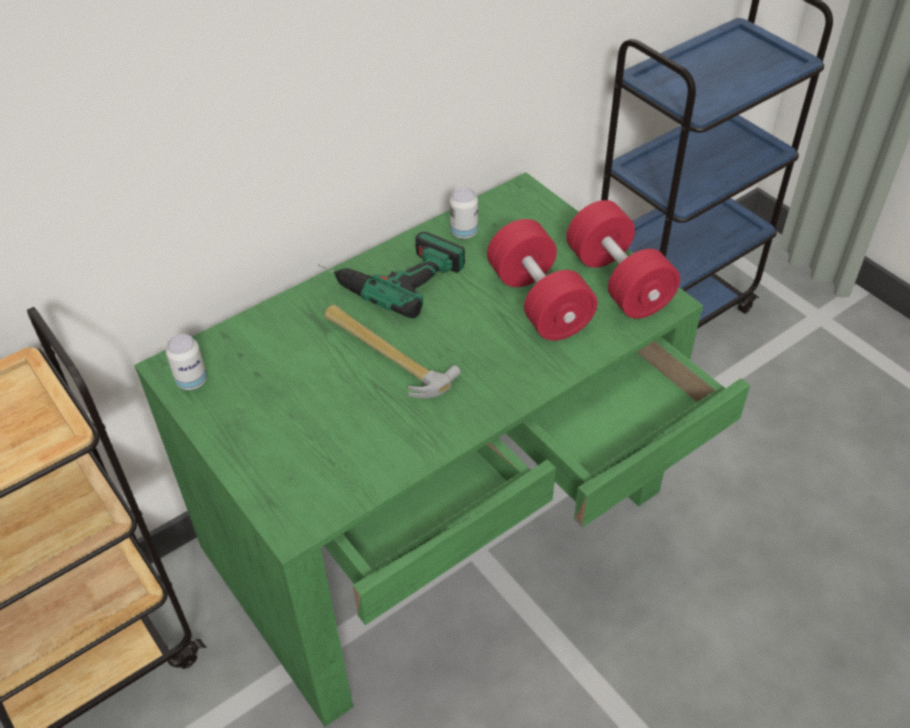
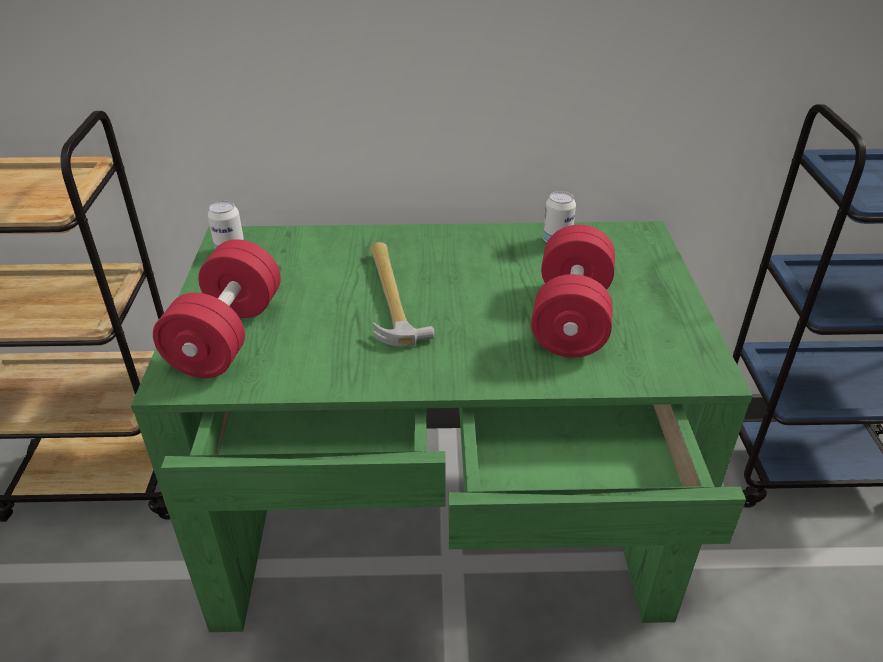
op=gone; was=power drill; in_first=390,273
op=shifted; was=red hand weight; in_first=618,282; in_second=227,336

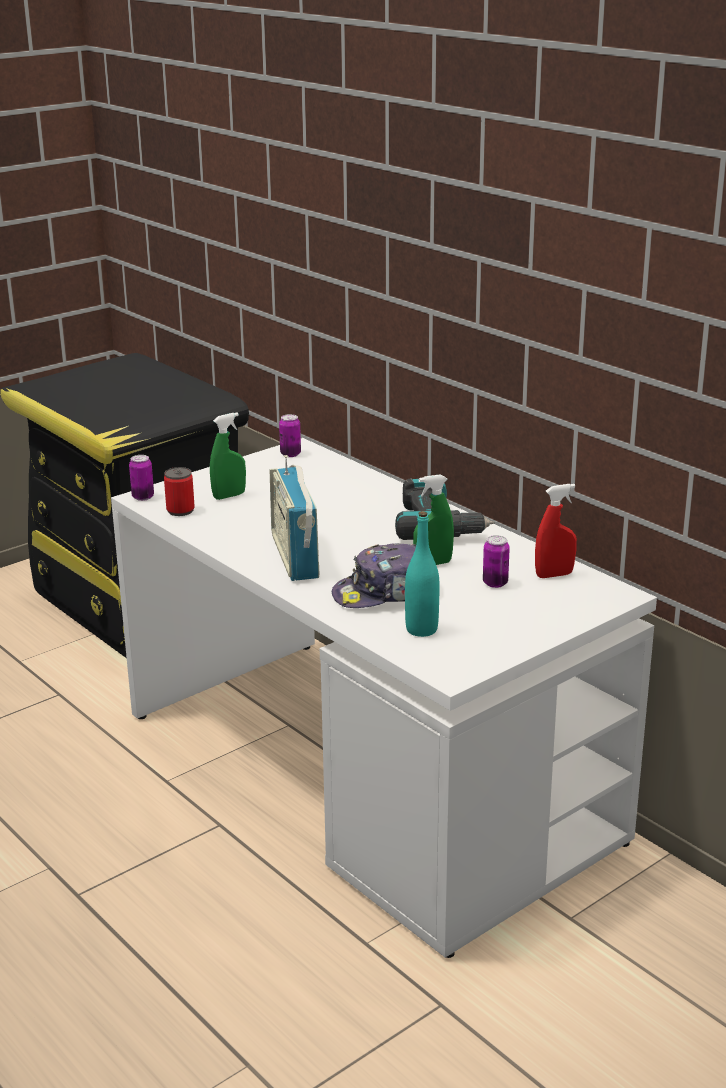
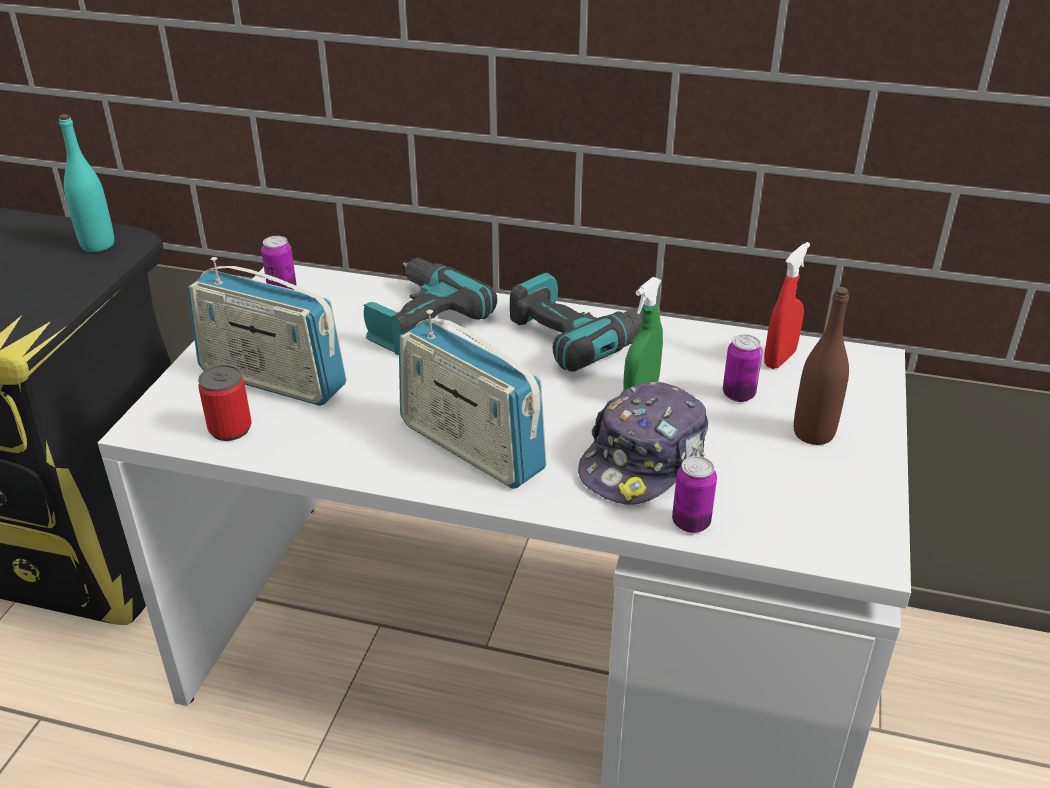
op=new; now=power drill; in_second=418,319
op=new; now=brown drink bottle; in_second=813,433
op=shifted; was=metal can; in_first=143,497; in_second=691,523
op=shifted; was=turquoise-coloured drink bottle; in_first=421,629; in_second=97,245
op=swapped; was=greenish sprayer; now=radio; in_first=229,496; in_second=272,380

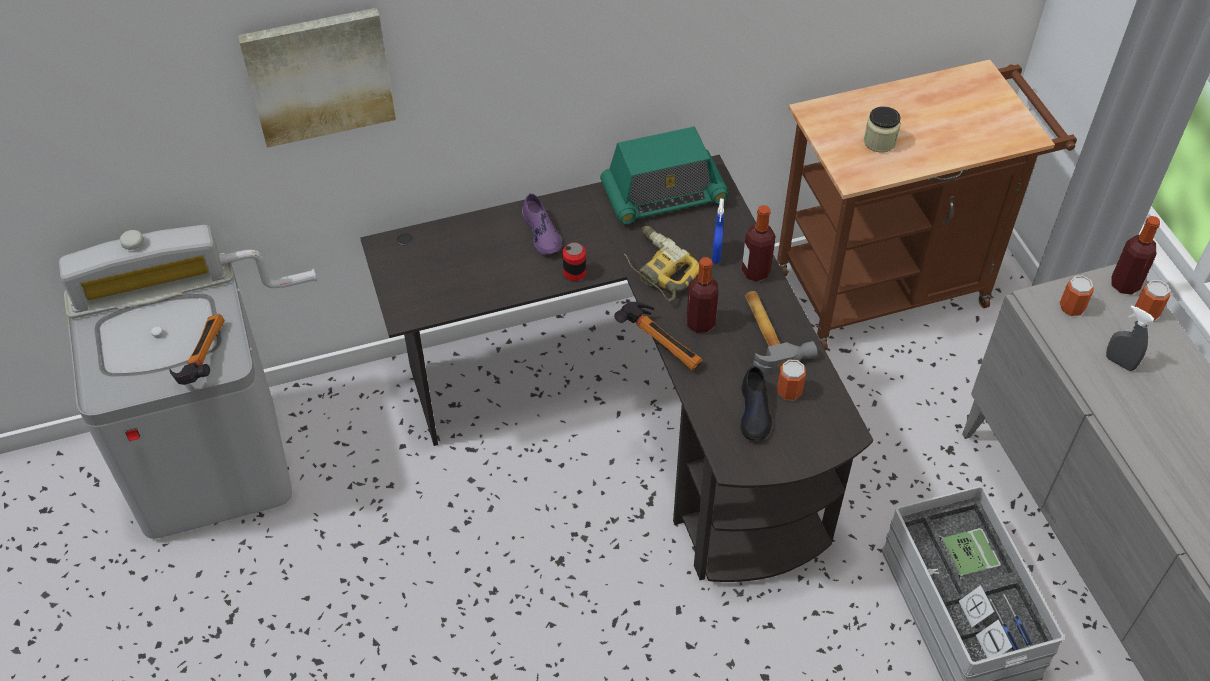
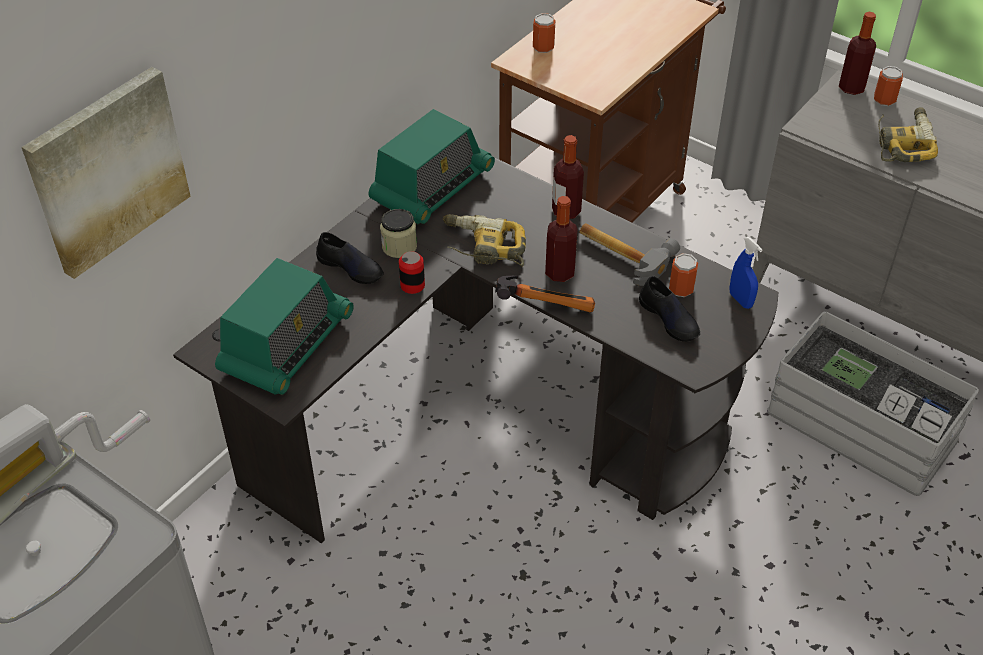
op=gone; was=hand hammer; in_first=200,359
op=new; now=radio; in_second=286,345
op=shifted; was=blue sprayer; in_first=716,254; in_second=740,300
op=shifted; was=preserve jar; in_first=879,142; in_second=399,247
op=shifted; was=metal can; in_first=1071,308; in_second=543,47
op=swapped; was=gray sprayer; now=power drill; in_first=1119,362; in_second=902,142
op=repainted; was=purple shoe; now=black shoe; in_first=542,233; in_second=351,267

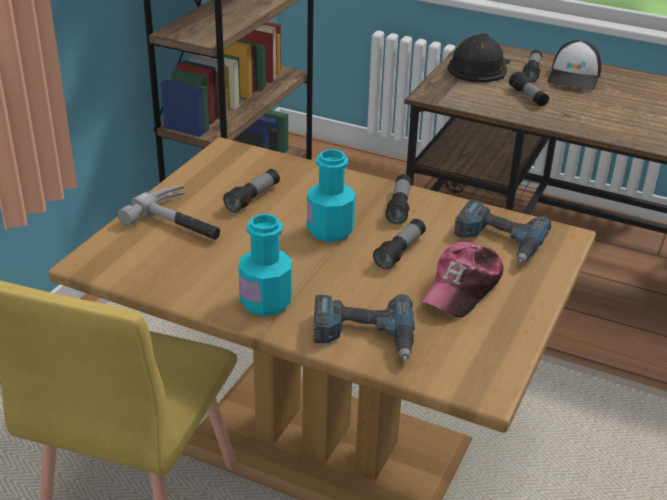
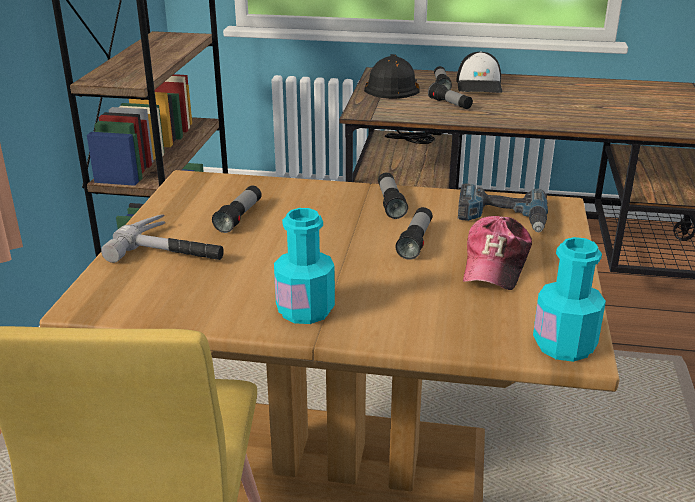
op=gone; was=power drill; in_first=363,336
op=shifted; was=turquoise-coloured drink bottle; in_first=330,231; in_second=564,345

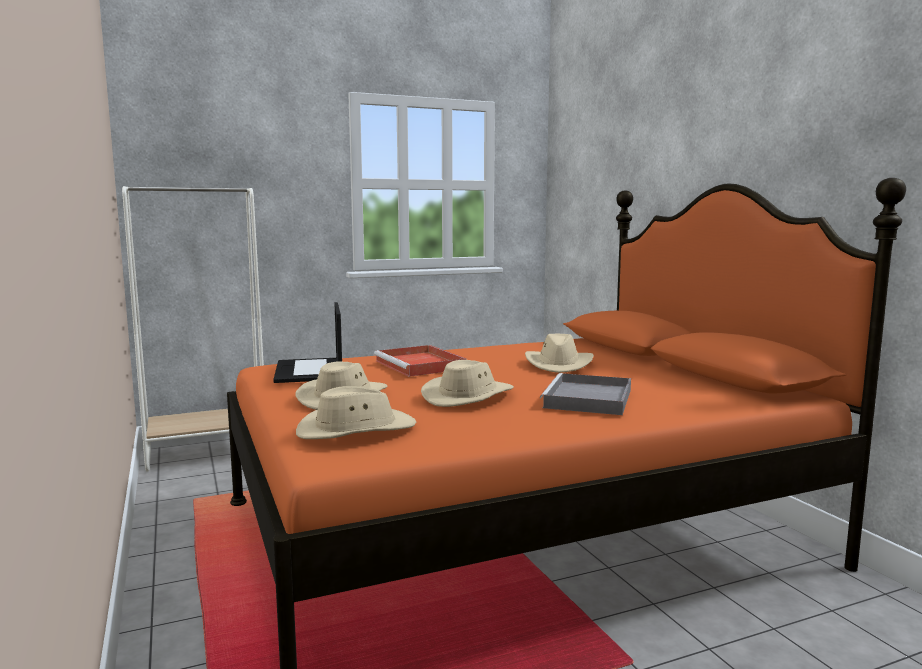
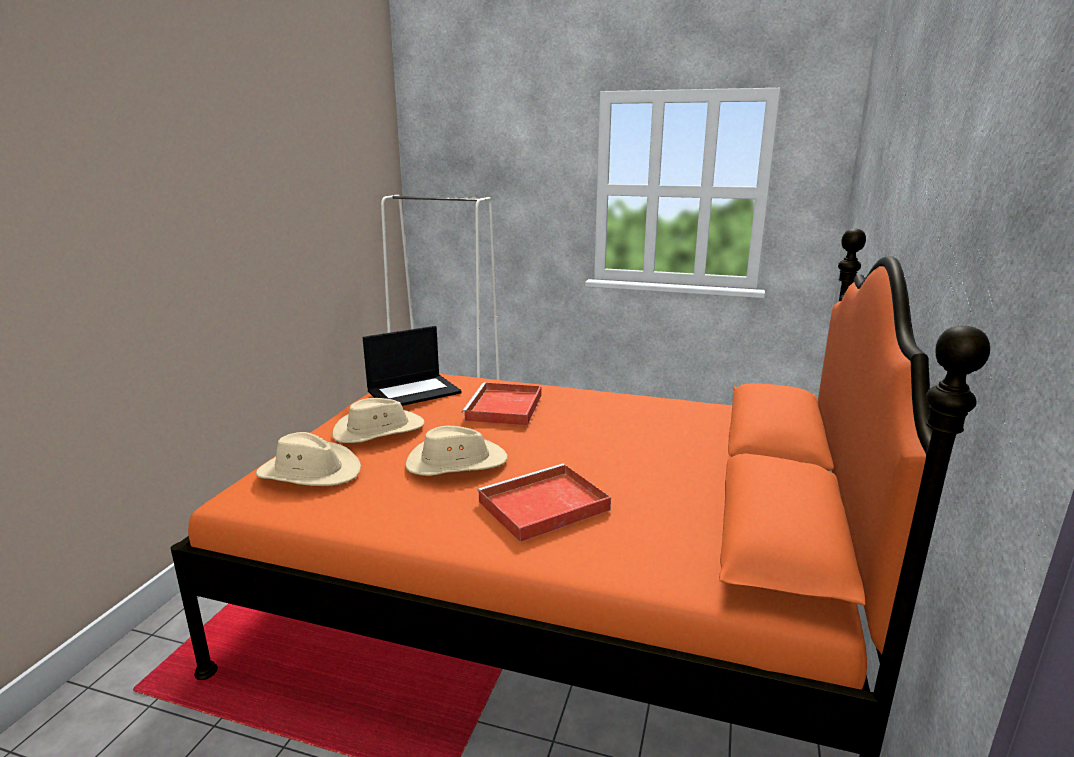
op=gone; was=beige-coloured wearable hat; in_first=559,365
op=repainted; was=gray tray; now=red tray; in_first=588,399; in_second=541,507
op=rotated; was=portable computer; in_first=310,371; in_second=414,391; clockwise=-150

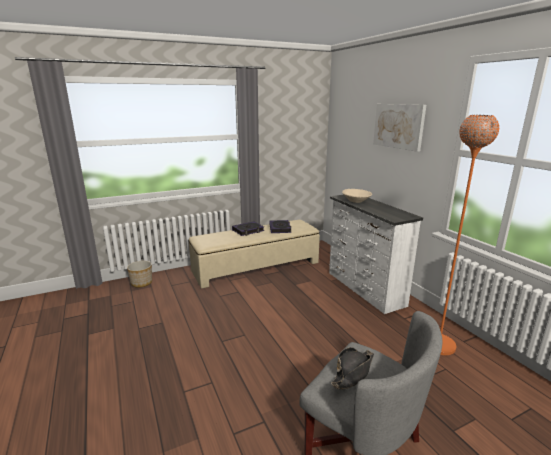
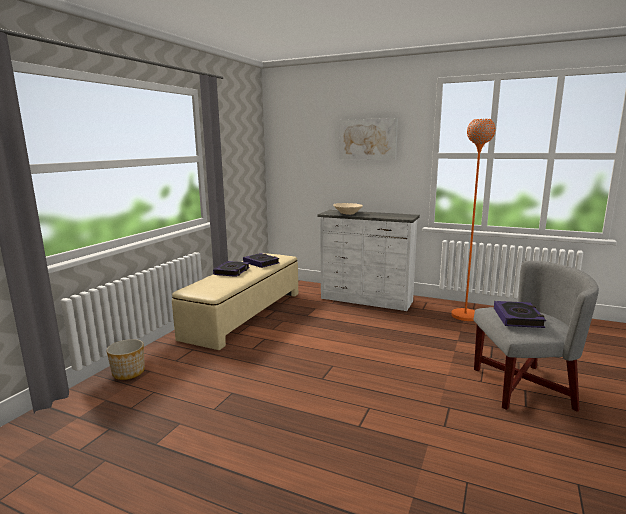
op=swapped; was=black wearable hat; now=book; in_first=353,372; in_second=518,318

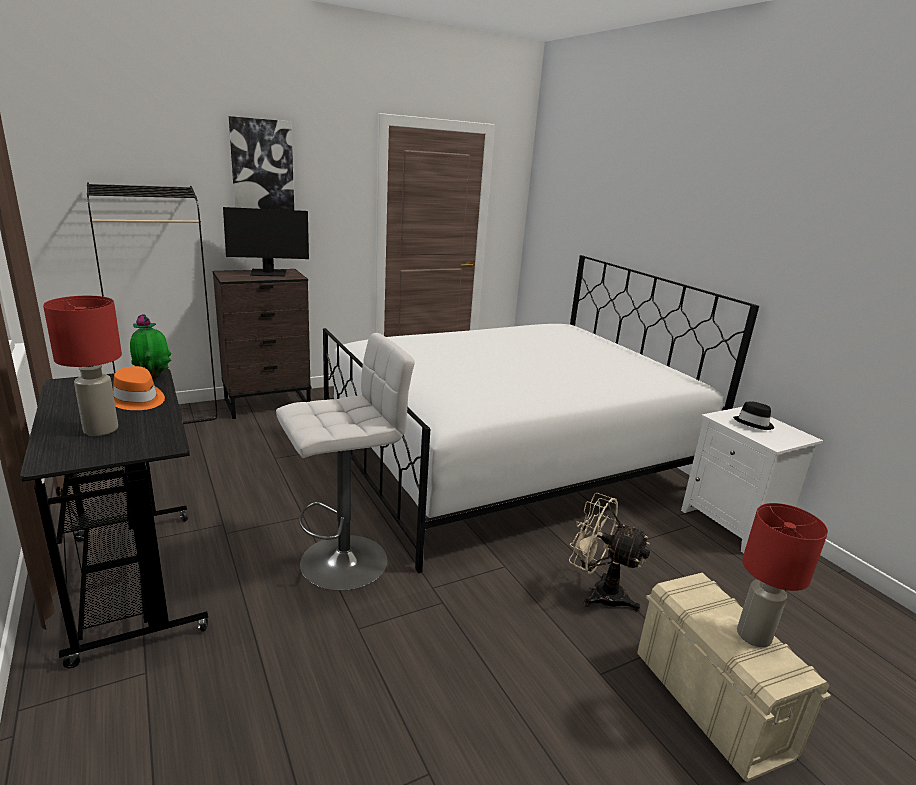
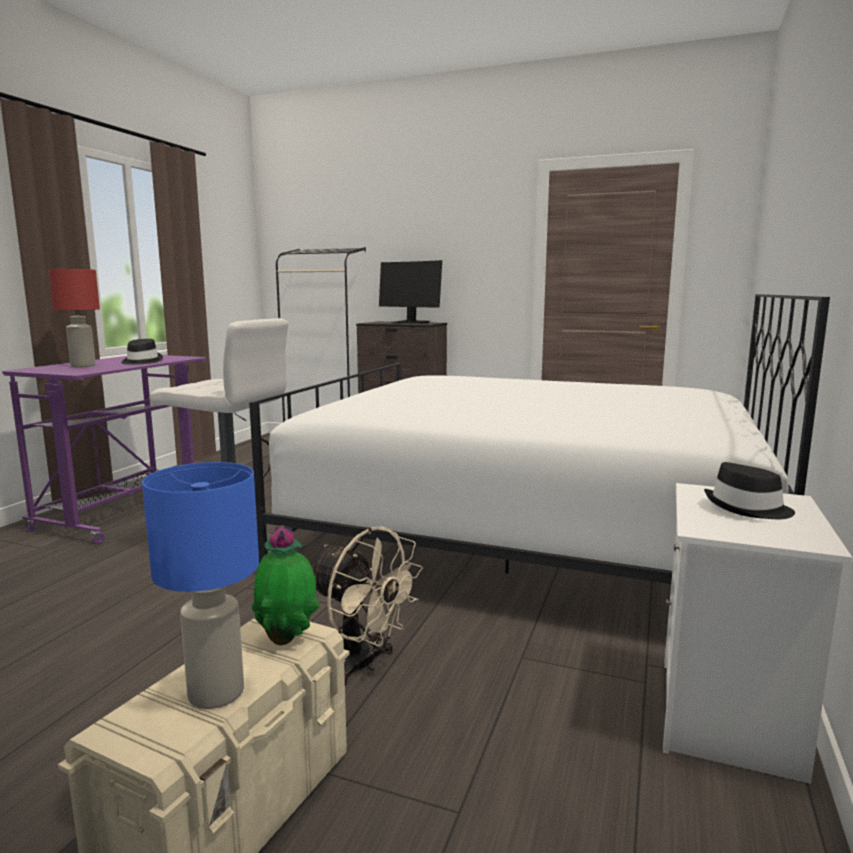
op=gone; was=picture; in_first=262,166
op=shifted; was=houseplant; in_first=153,377; in_second=287,640
op=repainted; was=black desk table; now=purple desk table; in_first=135,581; in_second=128,510
op=repainted; was=orange wearable hat; now=black wearable hat; in_first=137,399; in_second=141,362
op=repainted; was=red tabletop lamp; now=blue tabletop lamp; in_first=753,636; in_second=214,693
op=rotated; was=beige-coloured electric fan; in_first=599,592; in_second=362,665; clockwise=135

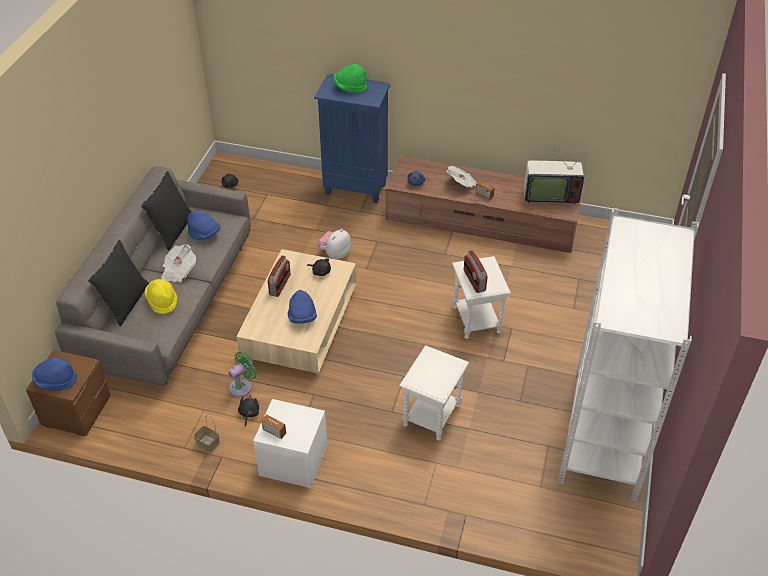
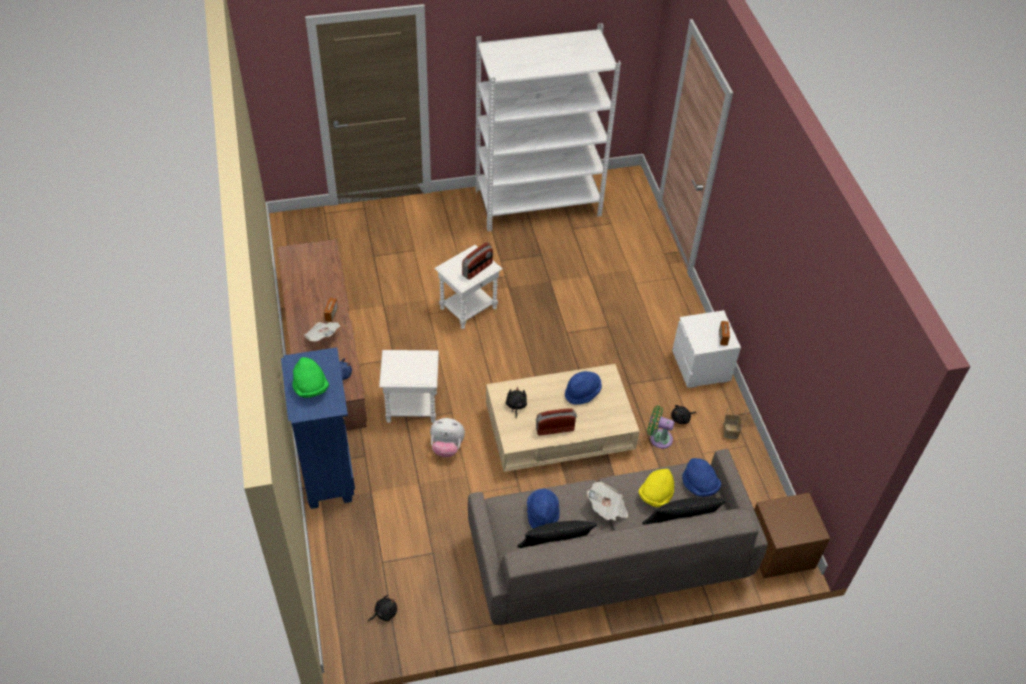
op=gone; was=TV set; in_first=549,195
op=shifted; was=blue wearable hat; in_first=56,381; in_second=699,485
op=shifted; was=white-coloured side table; in_first=431,414; in_second=411,407

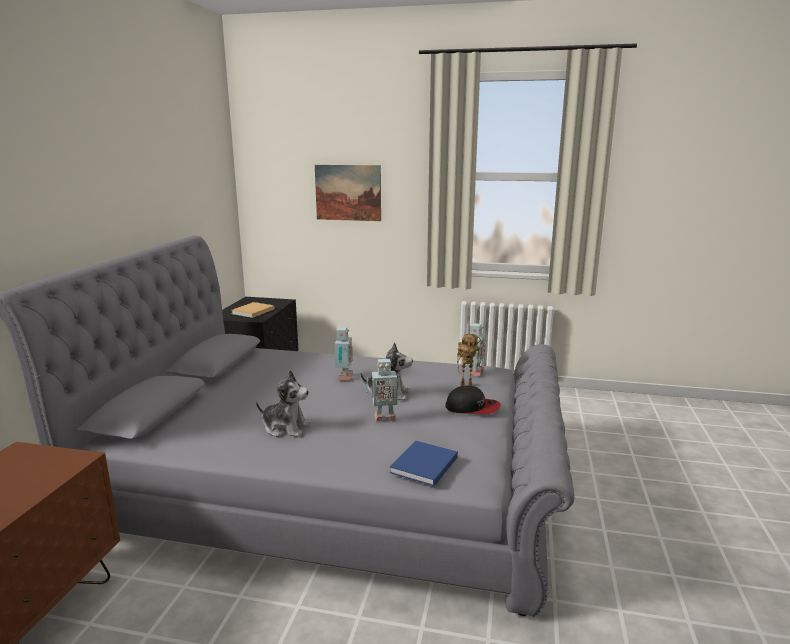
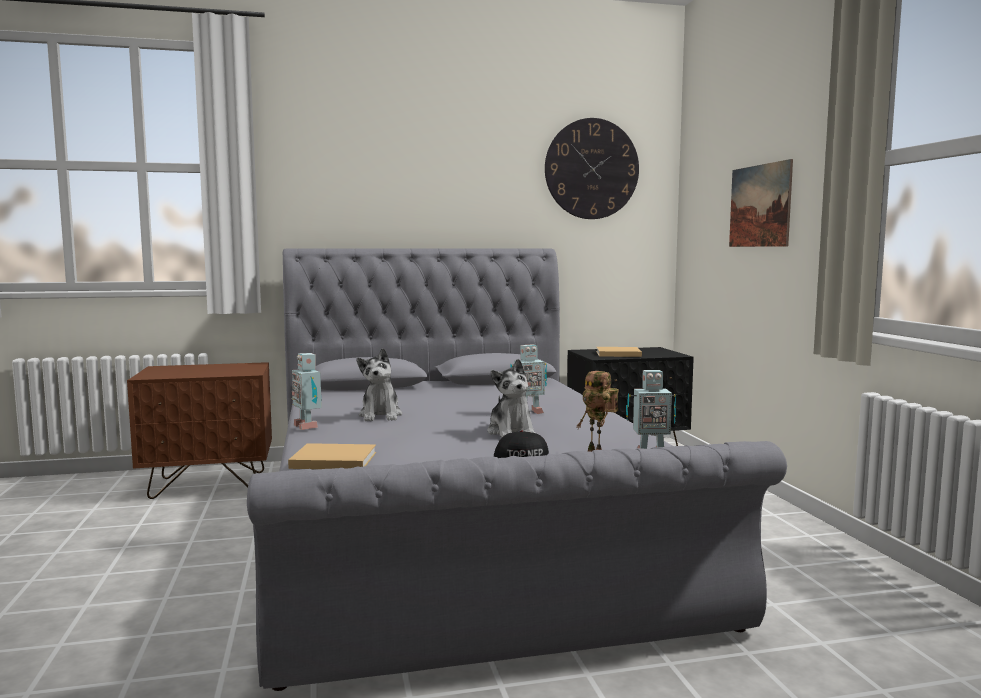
op=new; now=hanging clock; in_second=591,169
op=shifted; was=toy robot; in_first=384,417; in_second=308,426
op=repainted; was=blue book; now=beige-coloured book; in_first=423,466; in_second=331,460

